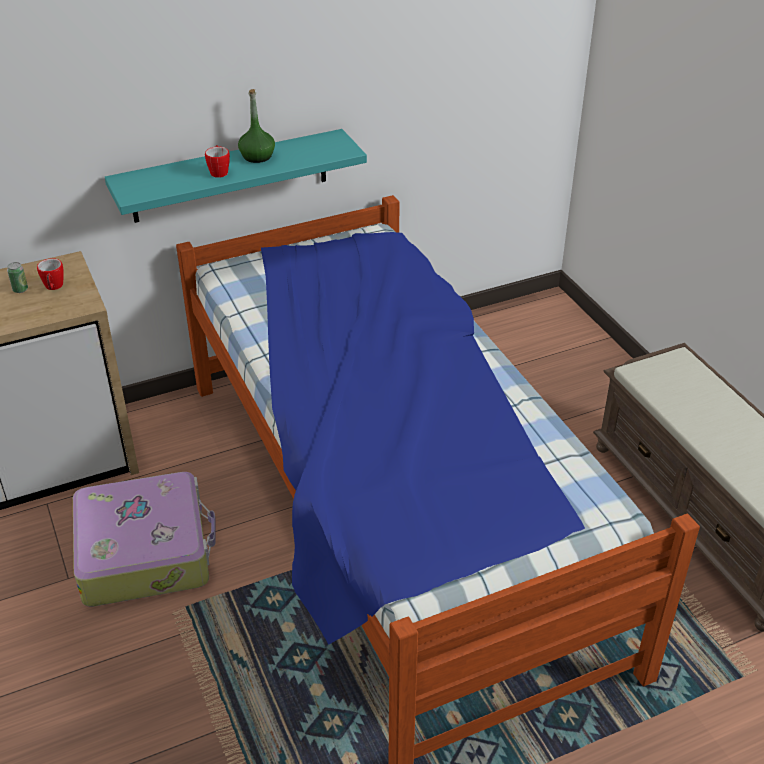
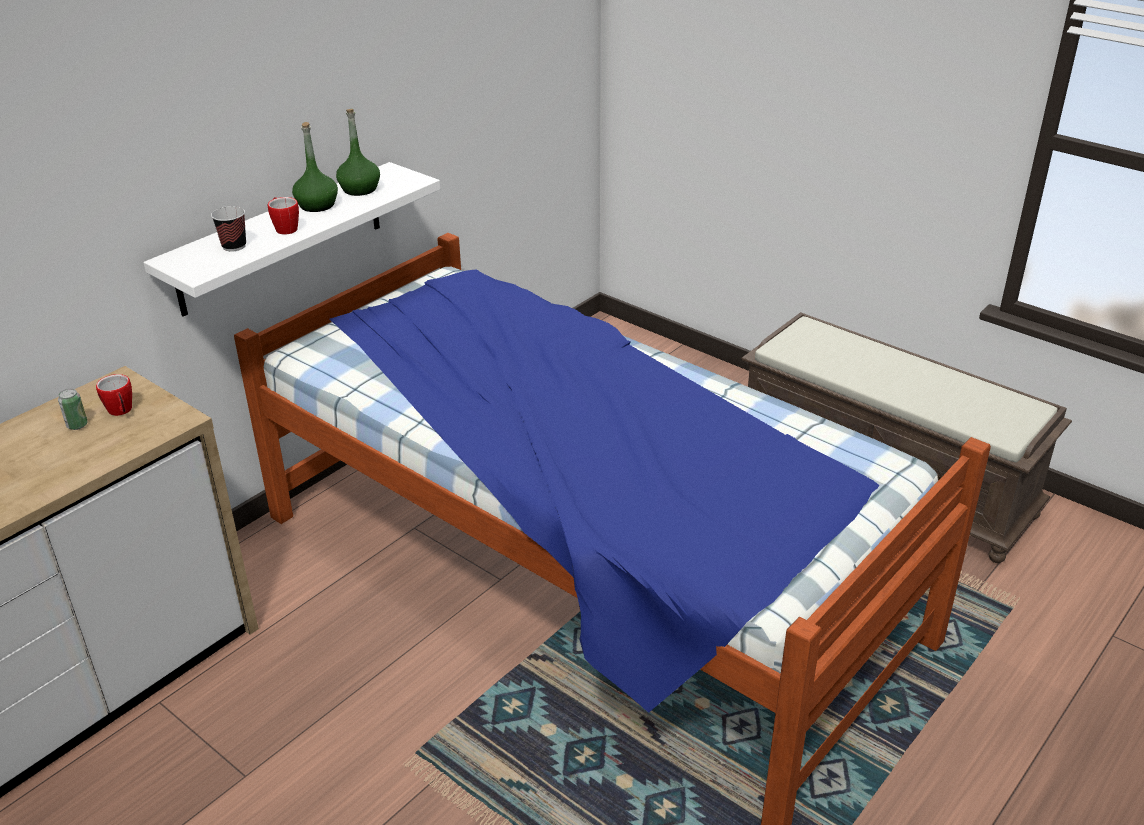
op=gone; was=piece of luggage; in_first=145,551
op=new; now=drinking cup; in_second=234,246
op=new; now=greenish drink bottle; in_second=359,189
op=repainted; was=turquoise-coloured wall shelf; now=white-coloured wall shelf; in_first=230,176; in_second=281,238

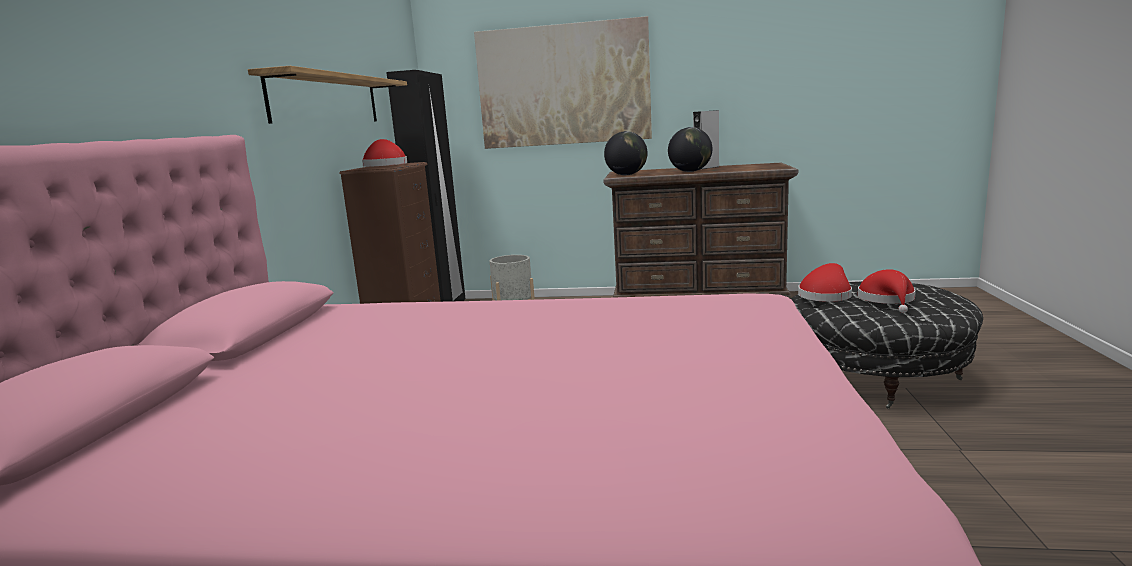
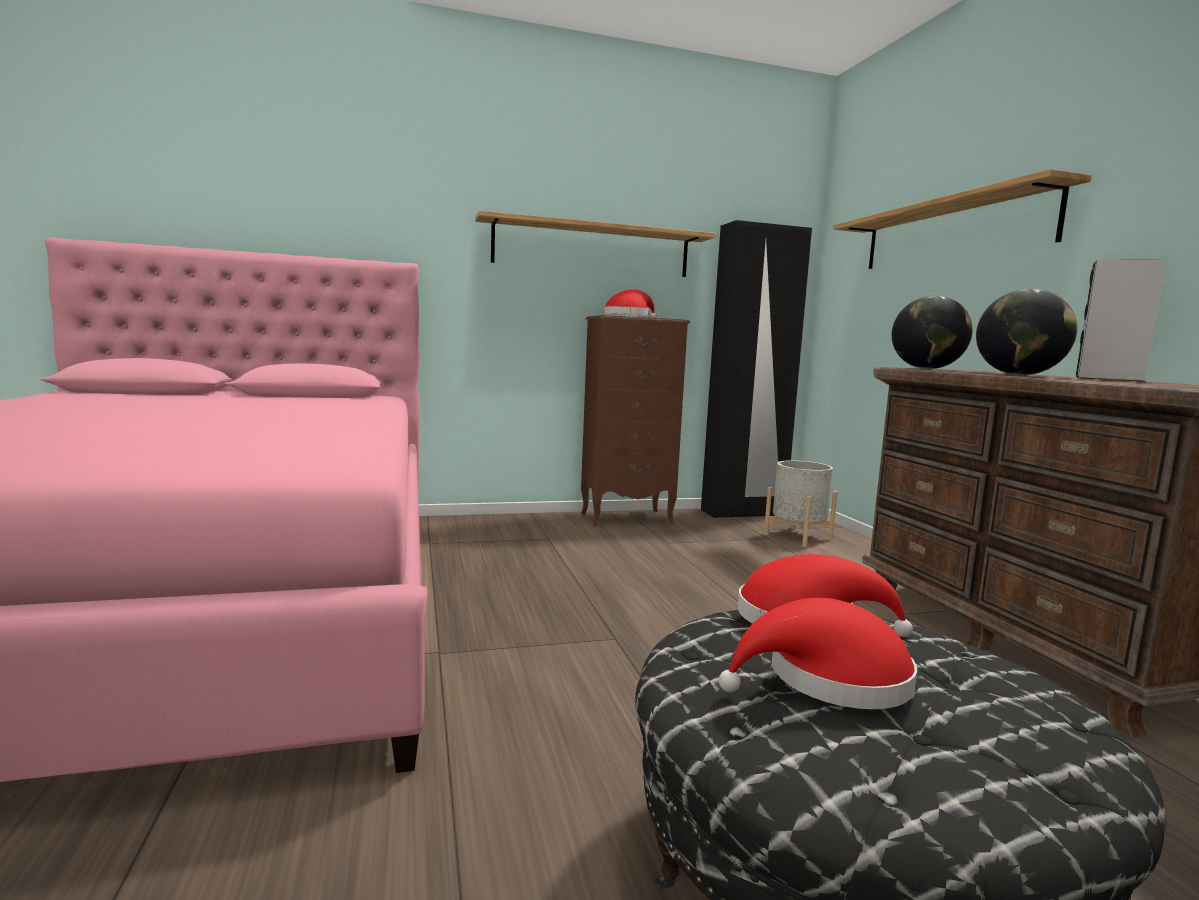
op=swapped; was=picture; now=wall shelf; in_first=563,85; in_second=952,232

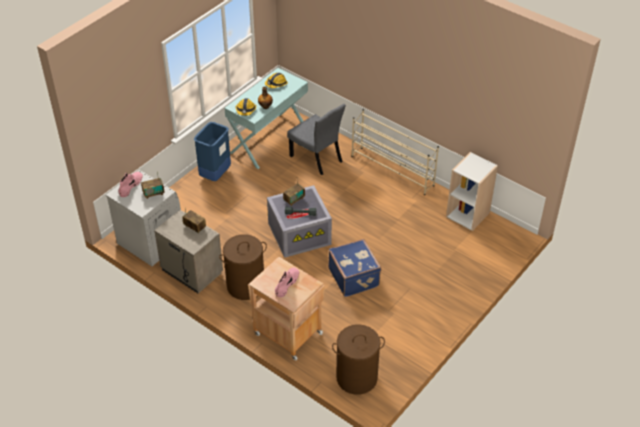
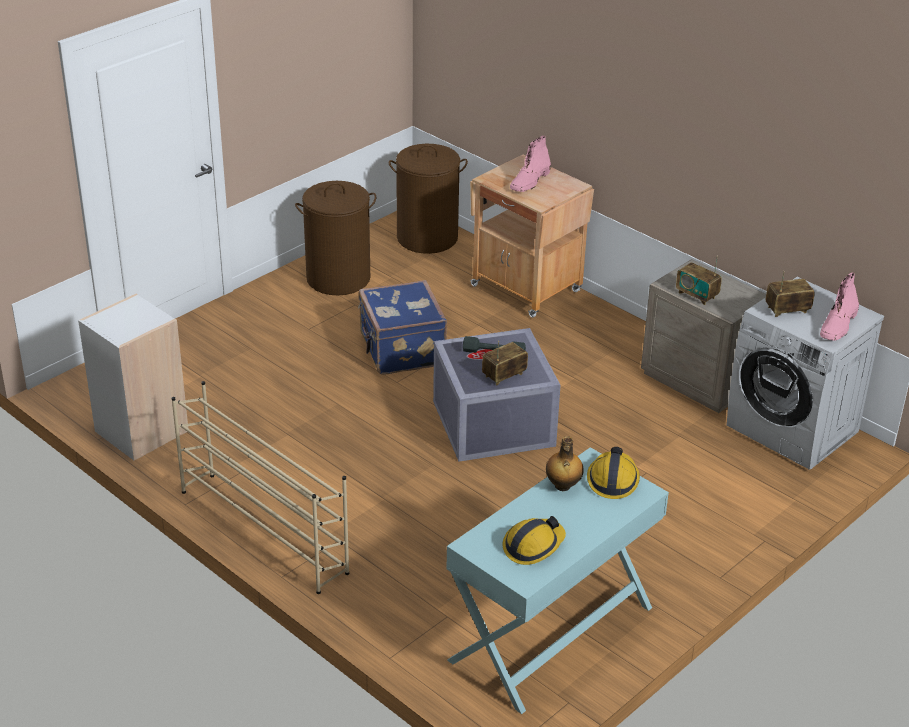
op=gone; was=blue waste bin; in_first=215,174
op=gone; was=gray plain chair; in_first=316,157
op=shifted; was=brown washing basket; in_first=245,286; in_second=338,278

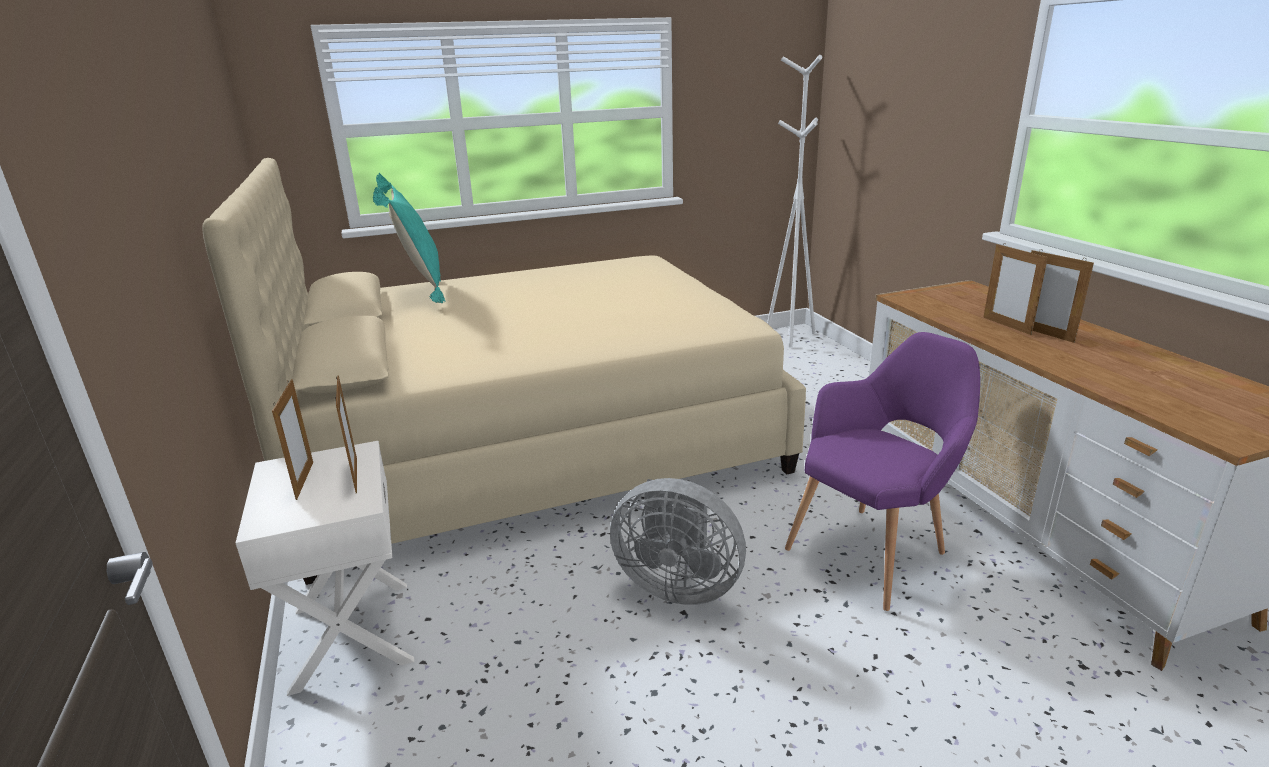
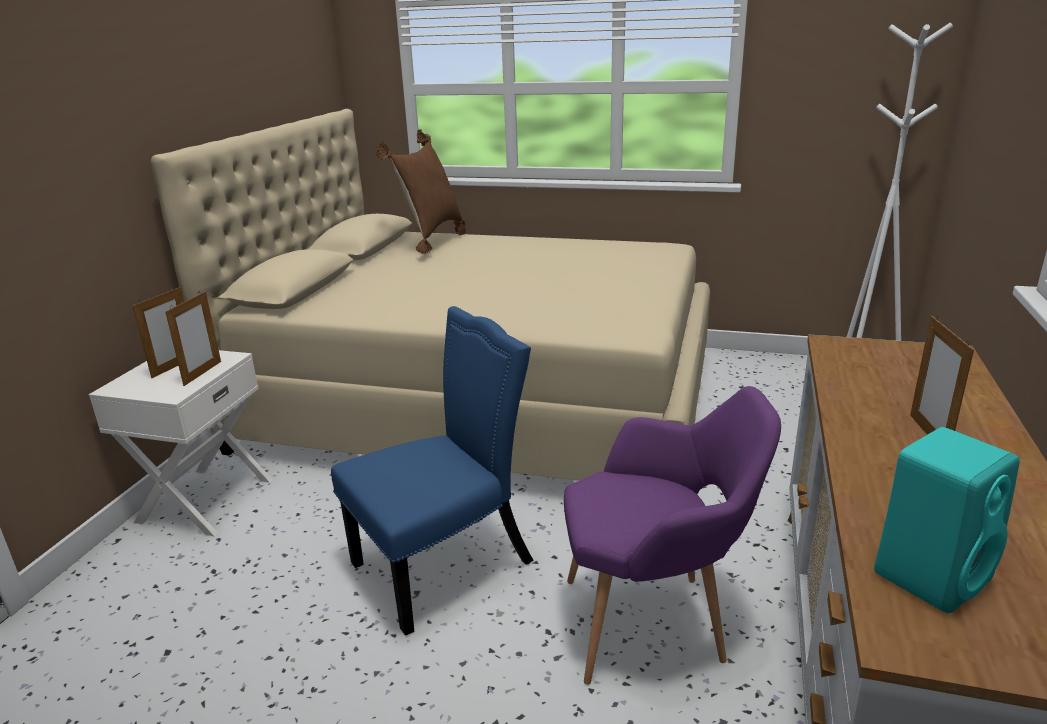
op=gone; was=standing frame; in_first=1006,326
op=new; now=turquoise-coloured speaker; in_second=932,574
op=swapped; was=gray electric fan; now=blue plain chair; in_first=677,584; in_second=441,568
op=repainted; was=turquoise-coloured pillow; now=brown pillow; in_first=419,296; in_second=428,245

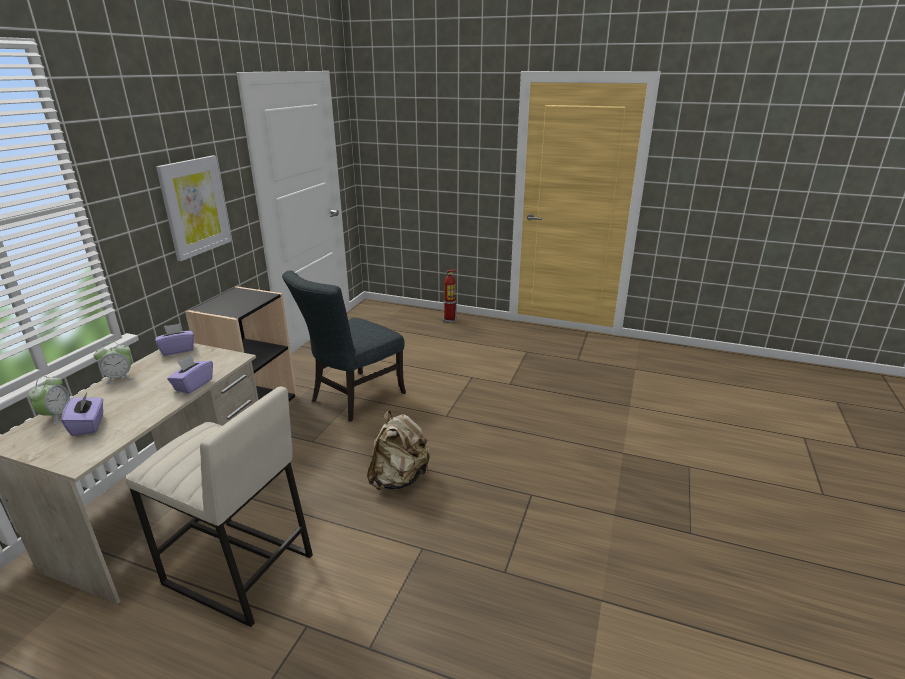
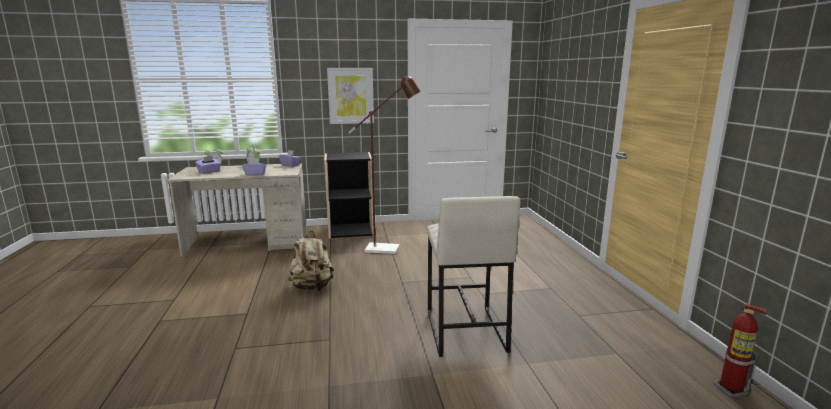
op=shifted; was=beige-coloured sitting stool; in_first=239,569; in_second=465,330
op=shifted; was=fire-fighting cylinder; in_first=450,320; in_second=731,390
op=swapped; was=gray plain chair; now=brown standard lamp; in_first=353,398; in_second=388,249

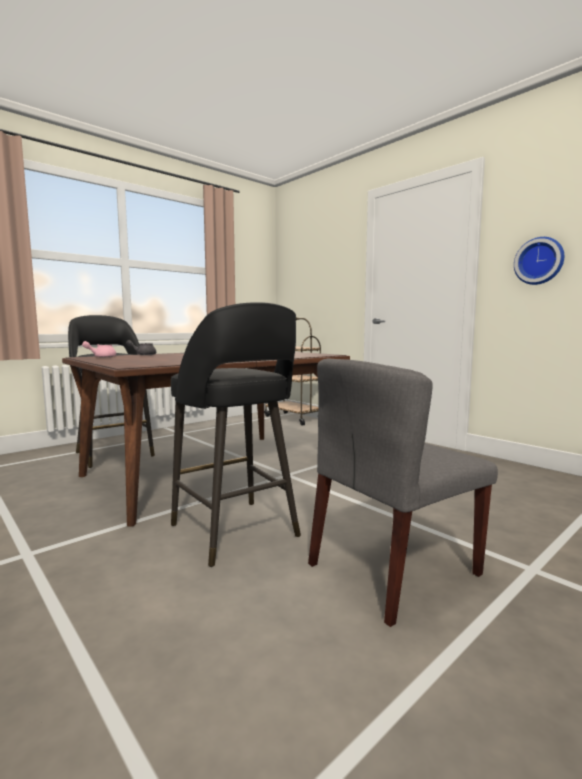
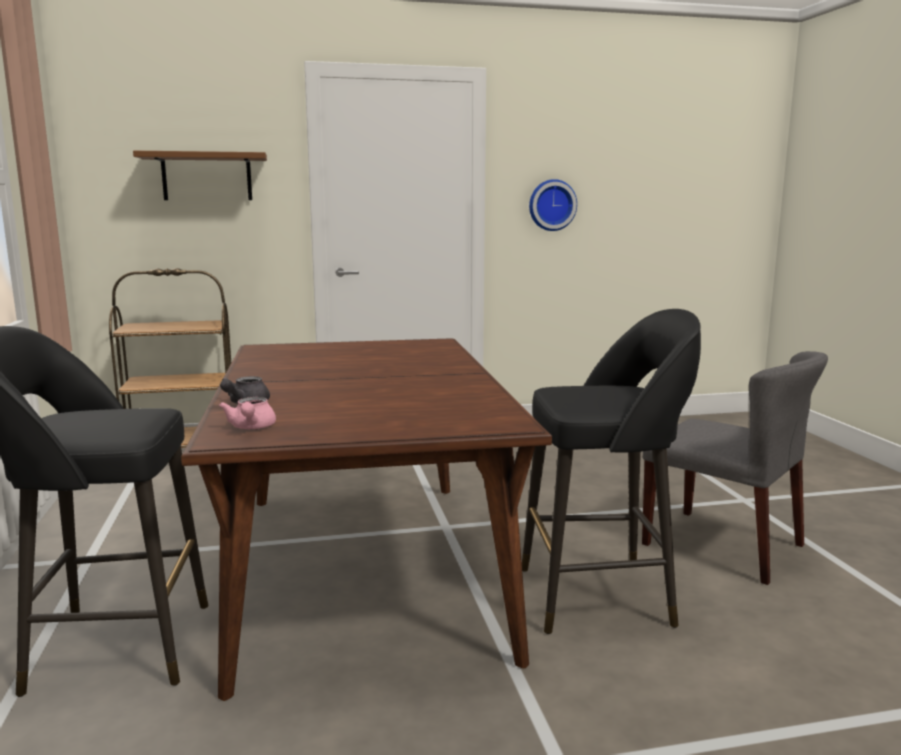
op=new; now=brown wall shelf; in_second=207,177
op=rotated; was=gray plain chair; in_first=393,570; in_second=724,545; clockwise=-45

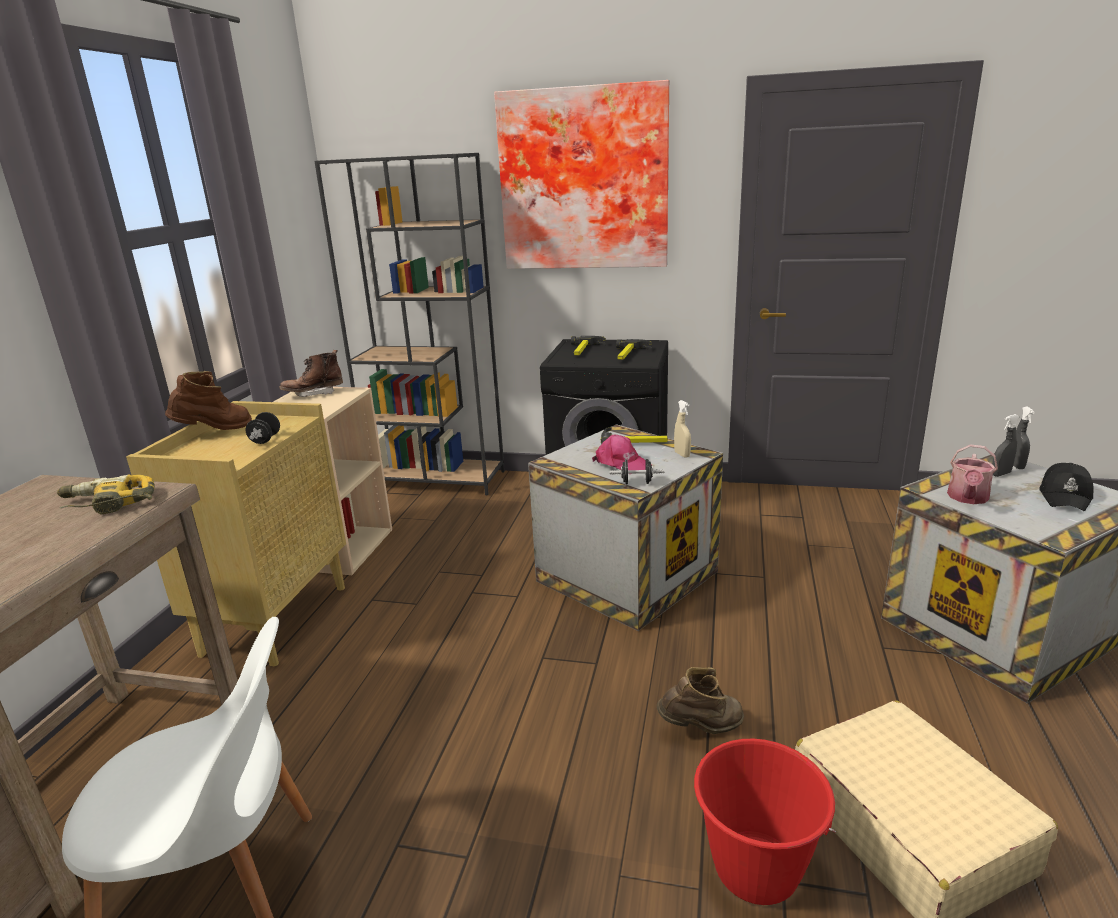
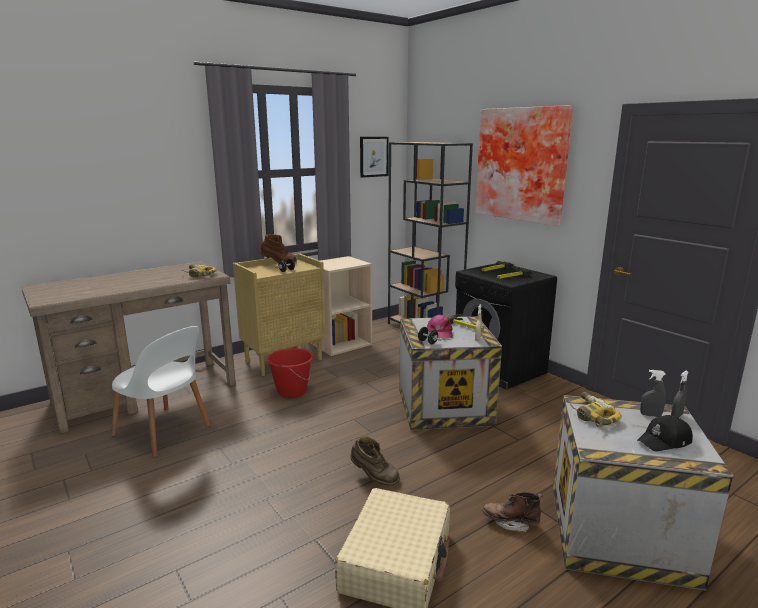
op=new; now=picture; in_second=374,156
op=shifted; was=brown high-top boot; in_first=314,394; in_second=510,522
op=shifted; was=red bucket; in_first=755,869; in_second=291,391
op=swapped; was=watering pot; now=power drill; in_first=967,498; in_second=590,415

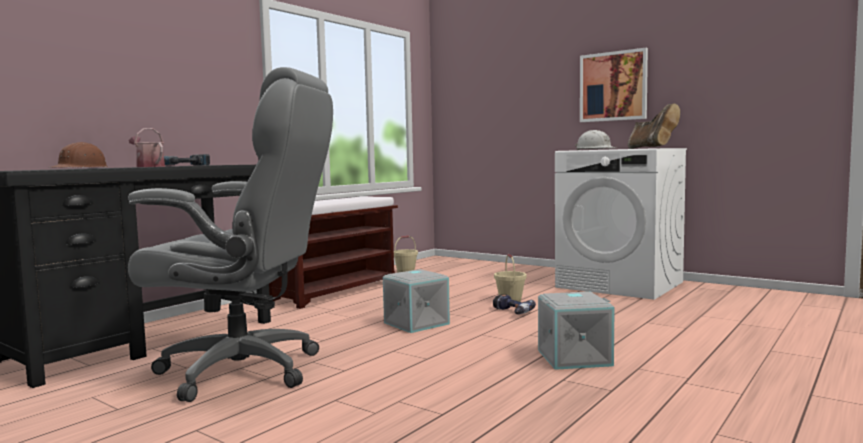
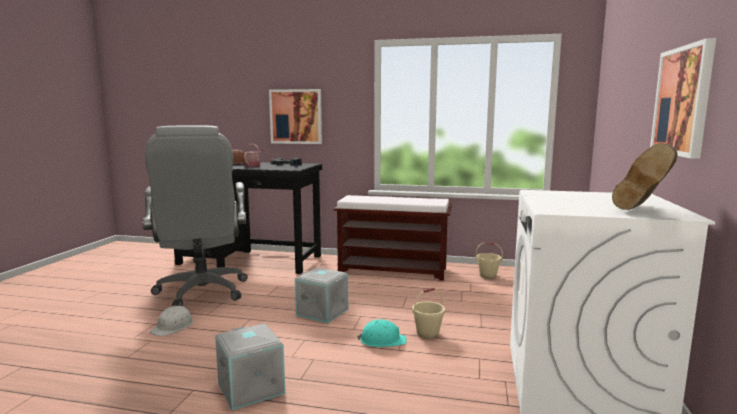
op=new; now=picture; in_second=296,116
op=shifted; was=white-coloured hard hat; in_first=595,149; in_second=173,327
op=swapped; was=power drill; now=turquoise-coloured hard hat; in_first=511,312; in_second=382,340

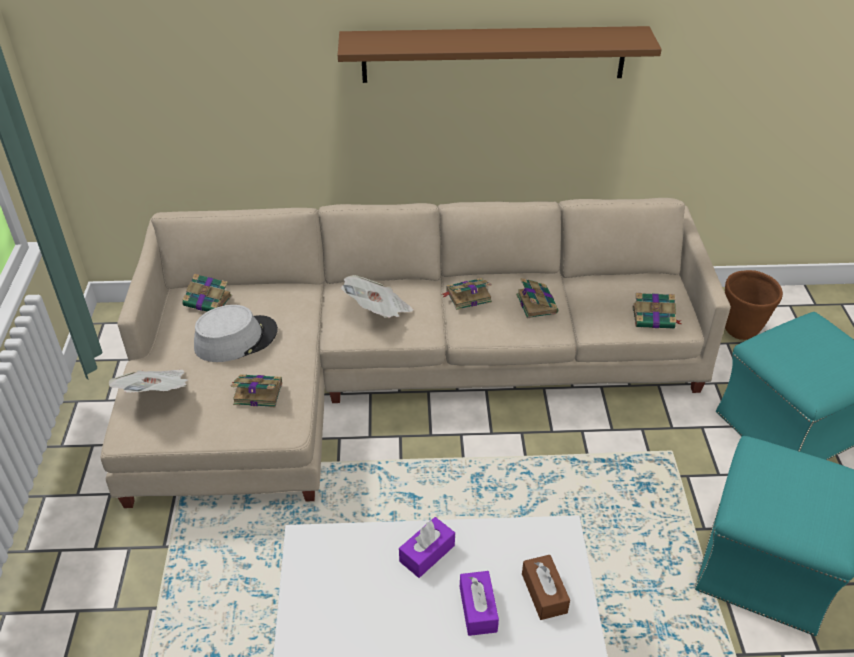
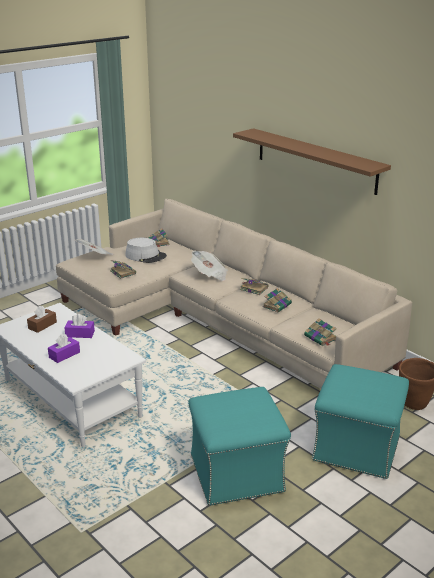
op=shifted; was=brown box of tissues; in_first=544,593; in_second=42,325

